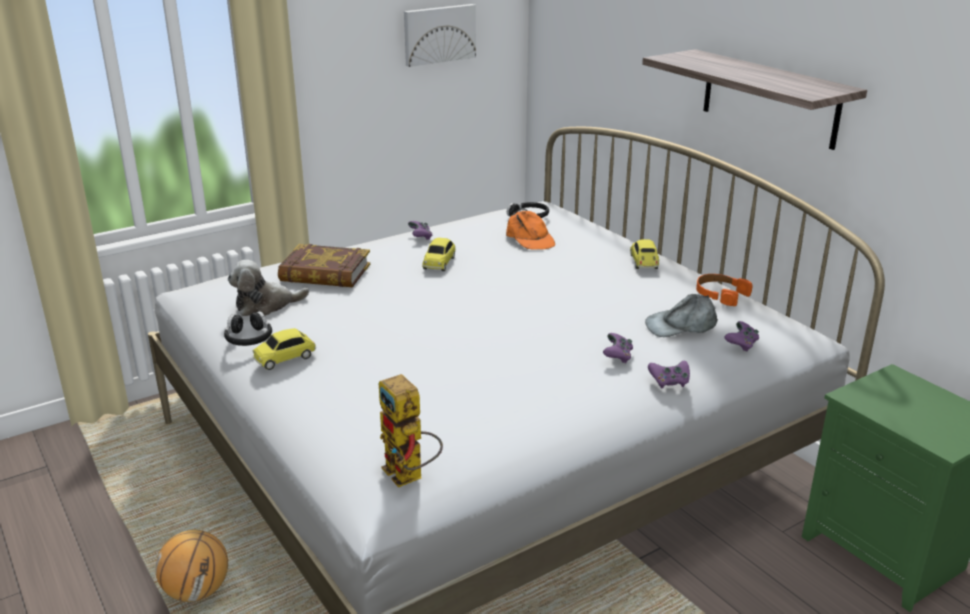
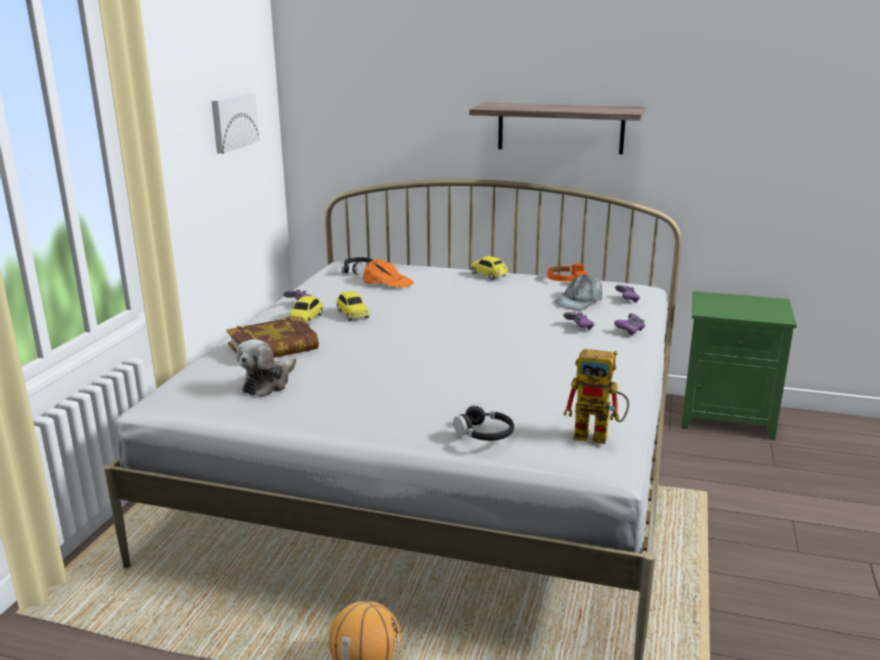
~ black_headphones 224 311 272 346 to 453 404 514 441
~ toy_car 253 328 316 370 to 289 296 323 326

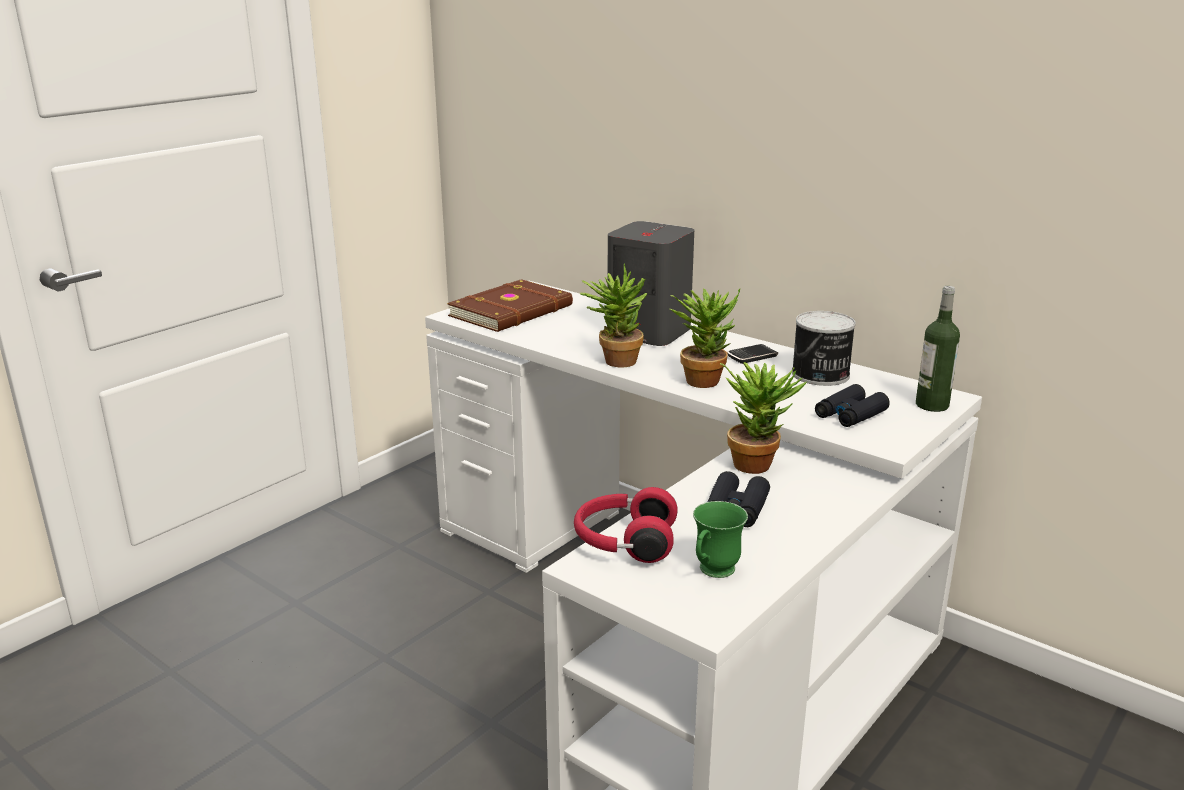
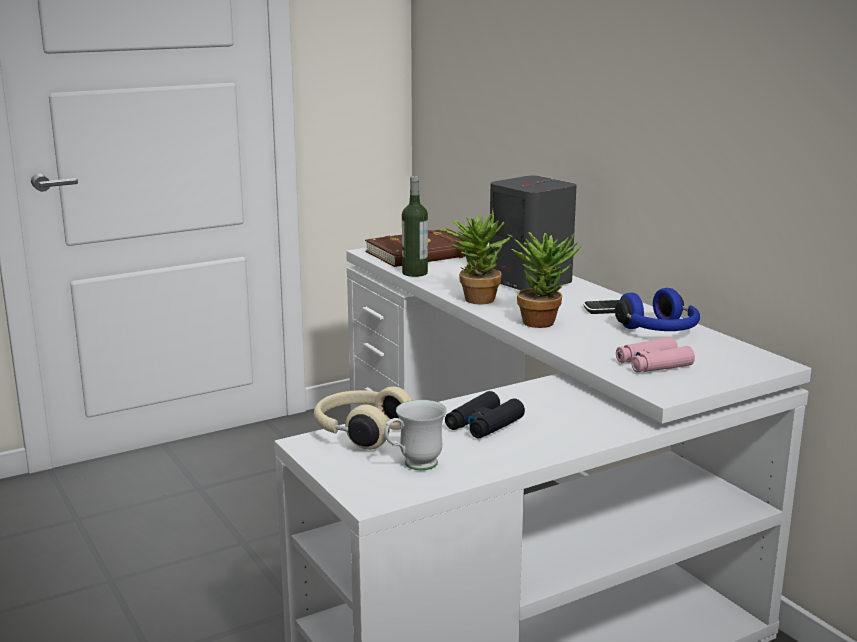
- plant_in_a_pot 720 362 807 474
~ drink_bottle 916 286 960 412 to 402 176 428 277
~ sealed_can 792 311 856 386 to blue_headphones 615 288 700 331
~ red_headphones 574 487 678 563 to beige_headphones 314 386 412 450
~ green-coloured_mug 693 501 748 578 to white_mug 384 400 447 470
~ black_binoculars 815 384 890 427 to pink-coloured_binoculars 616 337 695 373

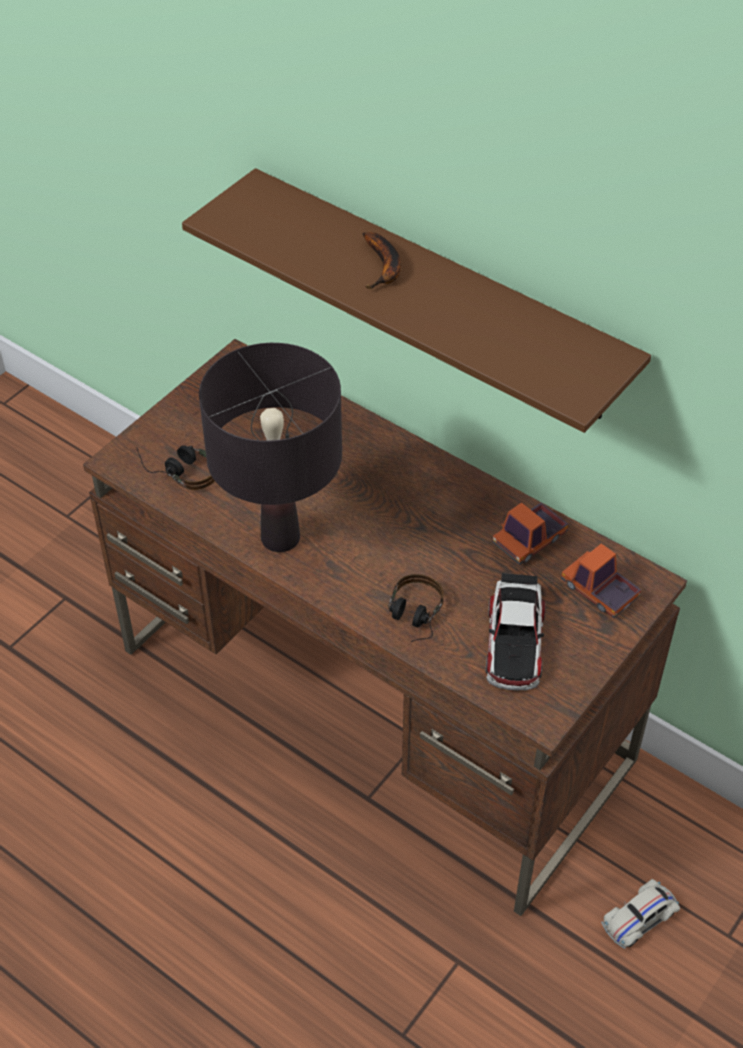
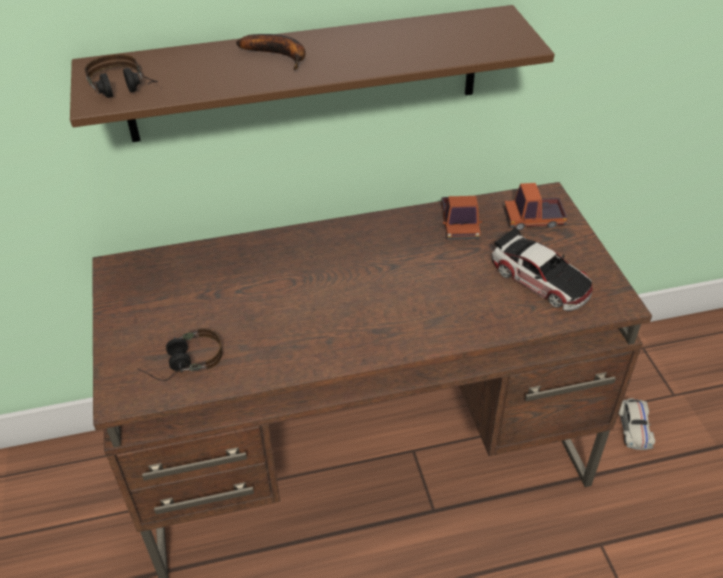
- black_table_lamp 199 343 342 552
~ headphones 388 574 444 642 to 85 54 158 98

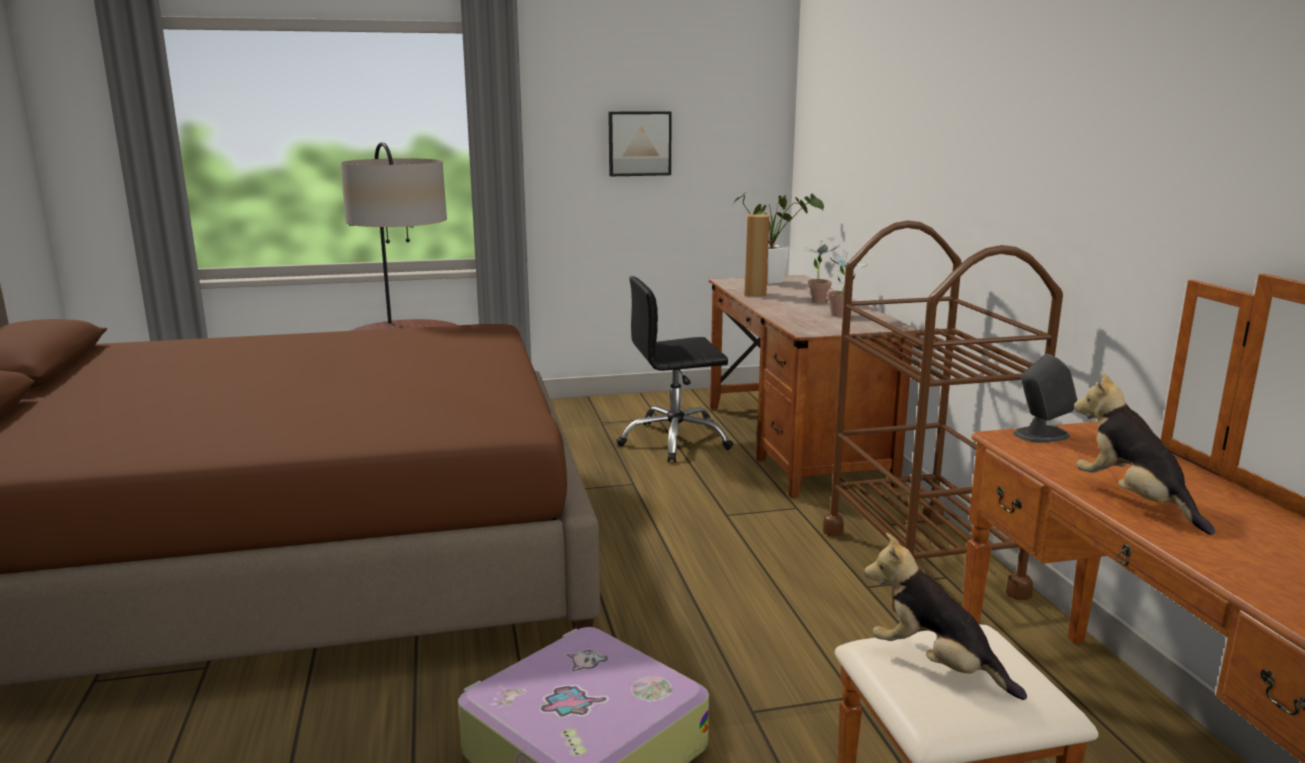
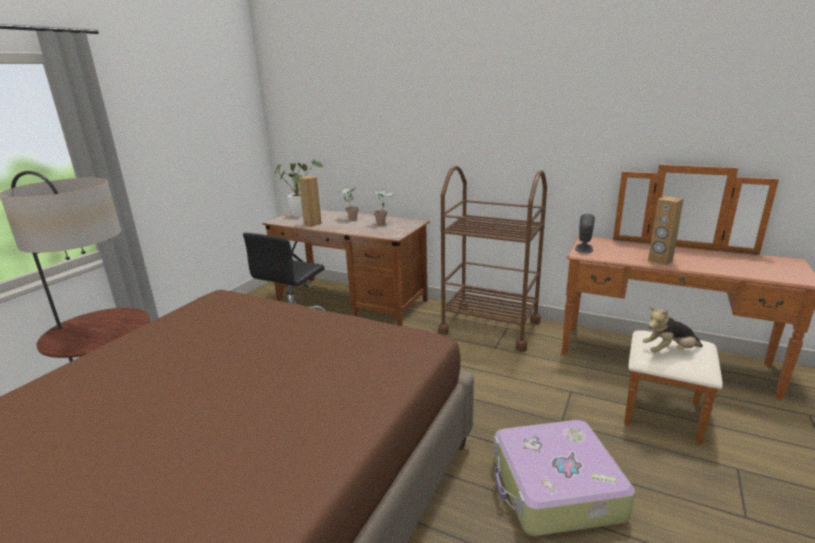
- picture 608 111 672 176
~ soft_toy 1074 373 1215 535 to brown-coloured_audio_speaker 648 196 684 265

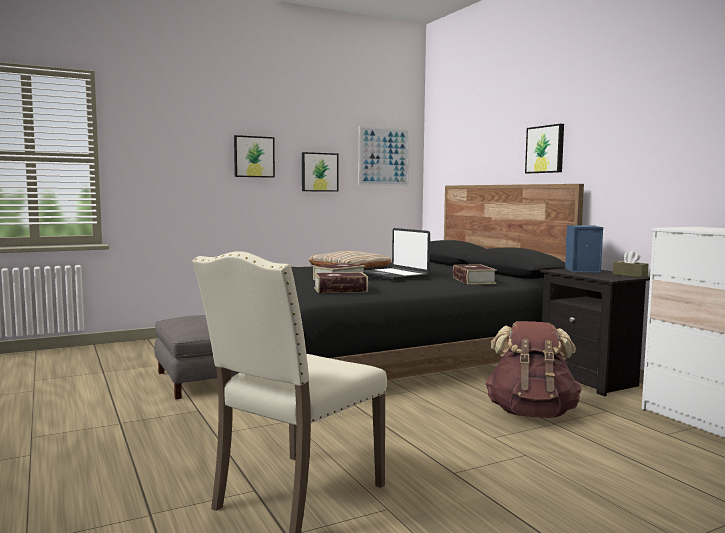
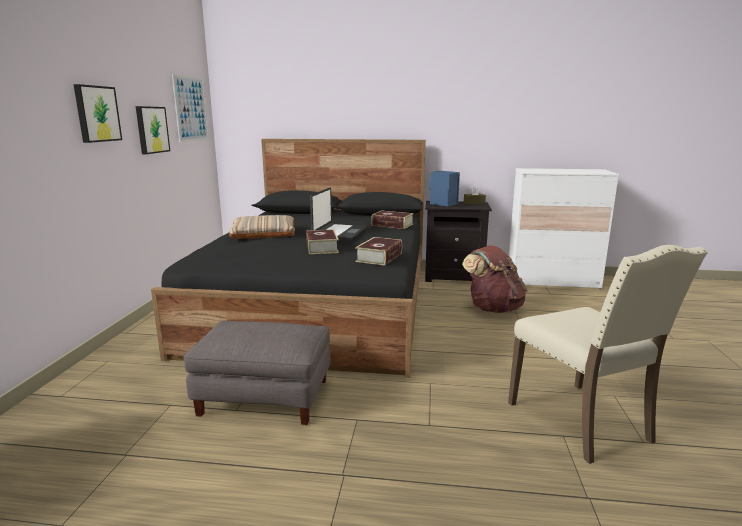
- picture 525 124 564 173
~ notebook_computer 364 228 430 280 = 310 187 367 240 75 degrees counterclockwise

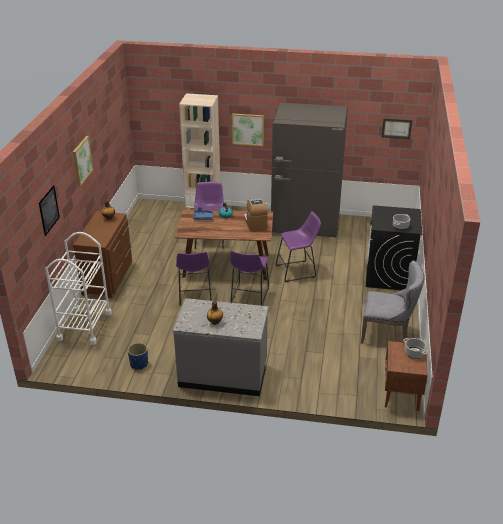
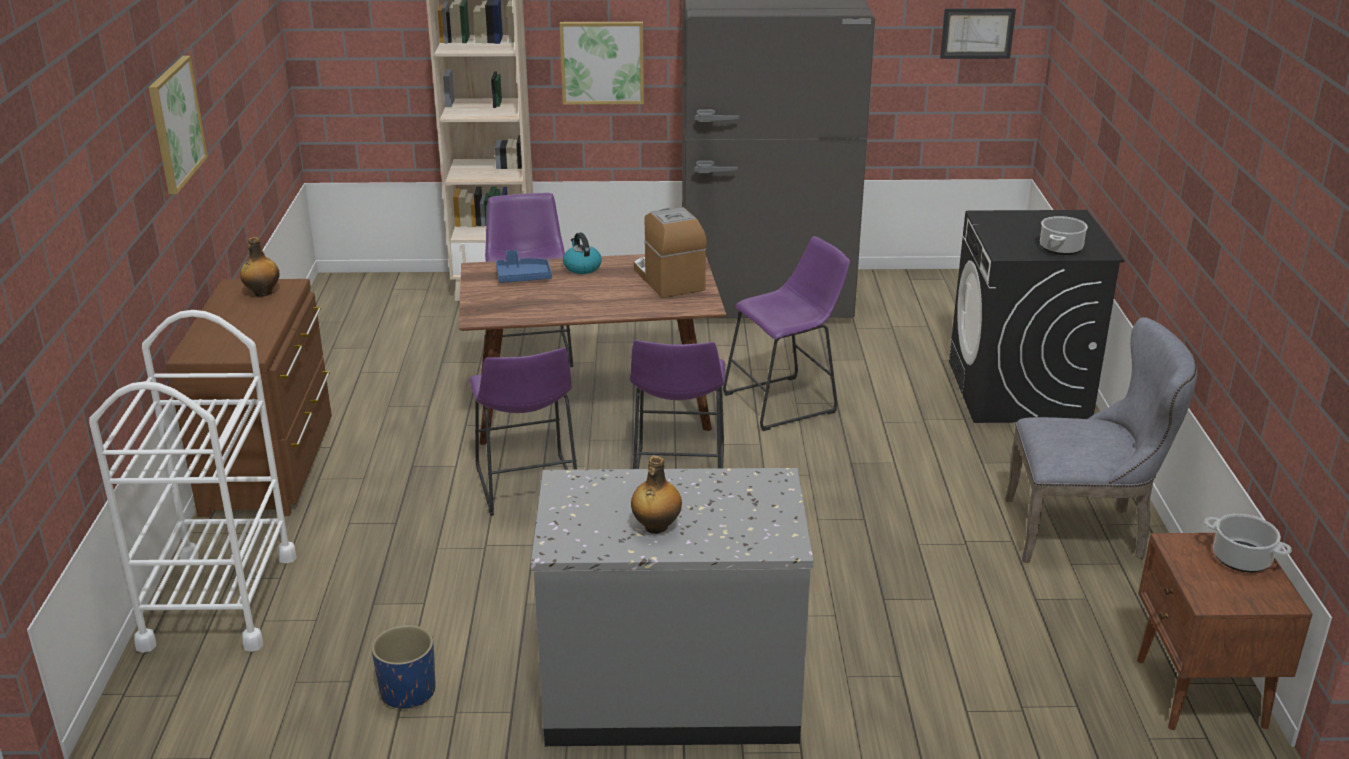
- picture 39 185 60 236

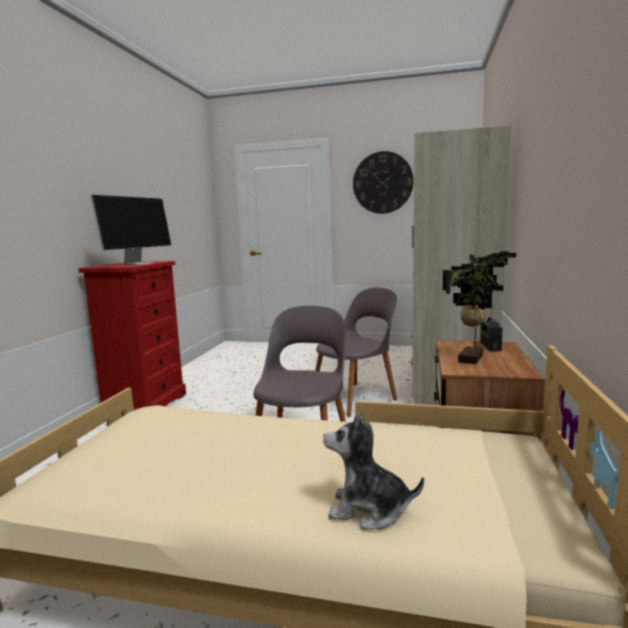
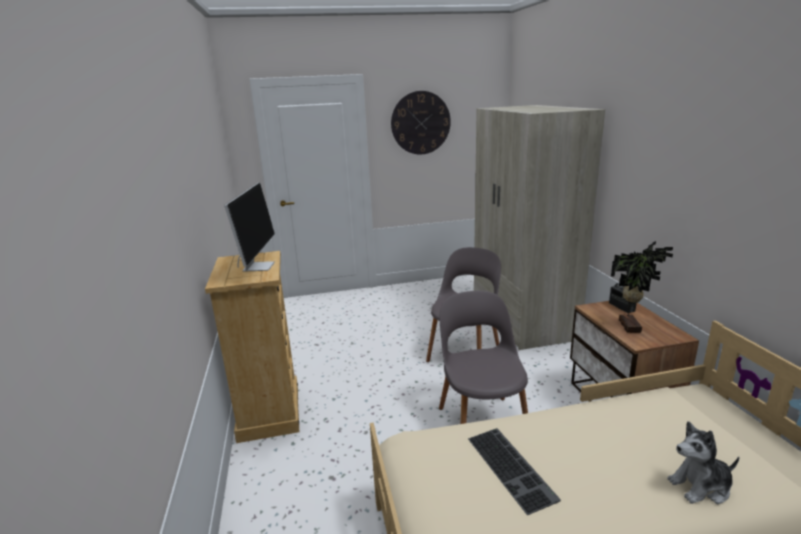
+ PC_keyboard 468 428 561 515
~ red_dresser 78 261 186 417 to beige_dresser 205 251 299 443

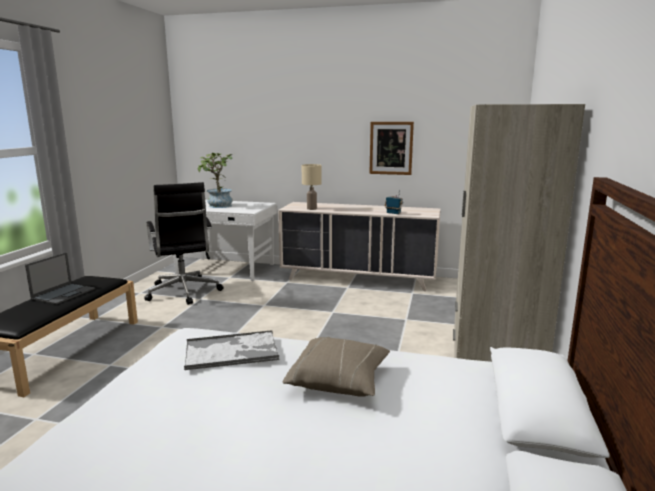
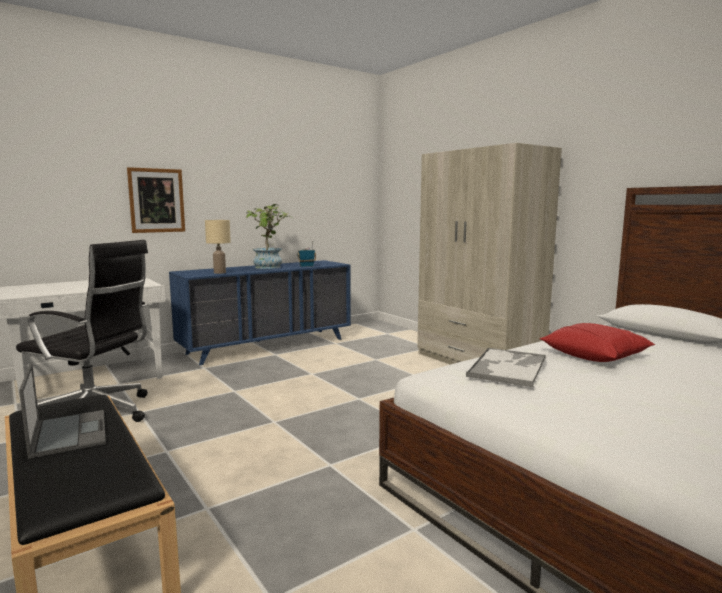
~ plant_in_a_pot 197 153 233 208 to 246 204 291 269
~ picture 369 122 414 175 to 127 167 185 233
~ beige_dresser 278 202 441 291 to blue_dresser 169 260 351 365
~ beige_throw_pillow 283 337 390 397 to red_throw_pillow 540 323 655 362

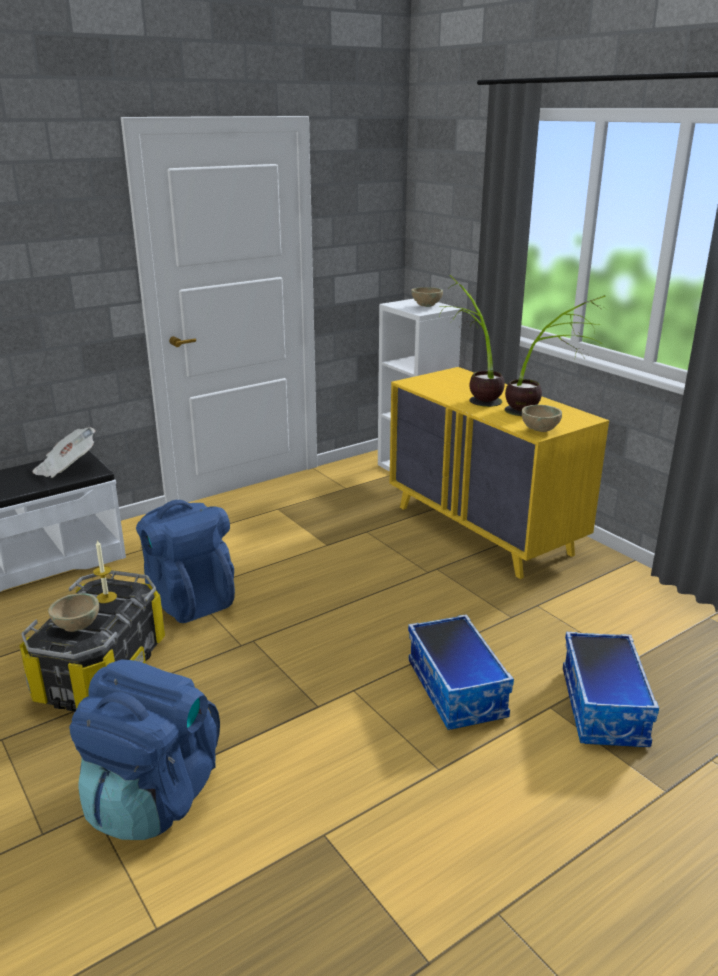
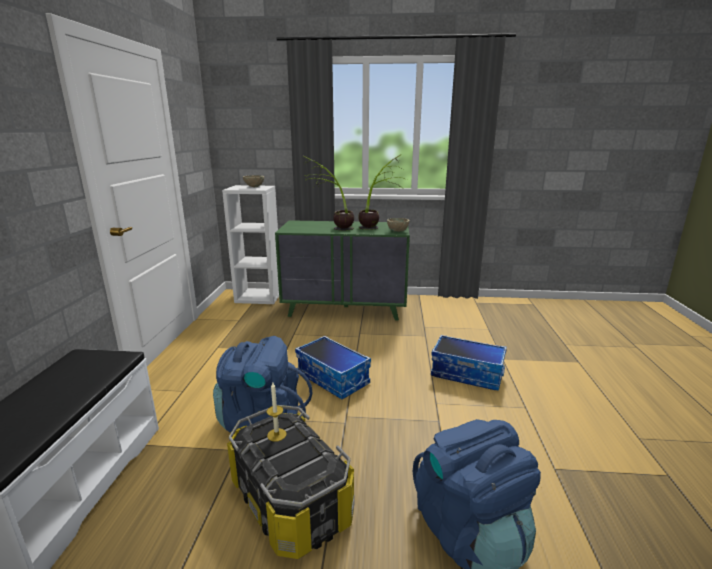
- printed_paper 33 427 96 478
- beige_serving_bowl 48 593 99 632
~ storage_container 563 632 659 747 to 295 336 371 399
~ yellow-coloured_dresser 389 367 609 579 to green-coloured_dresser 275 220 410 321

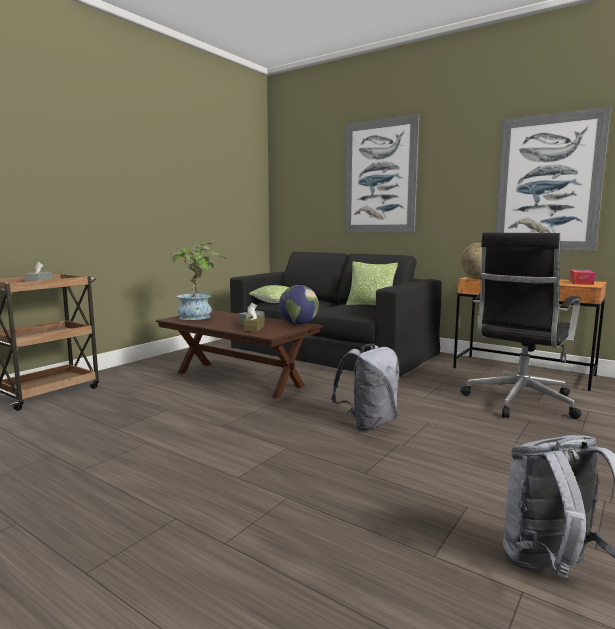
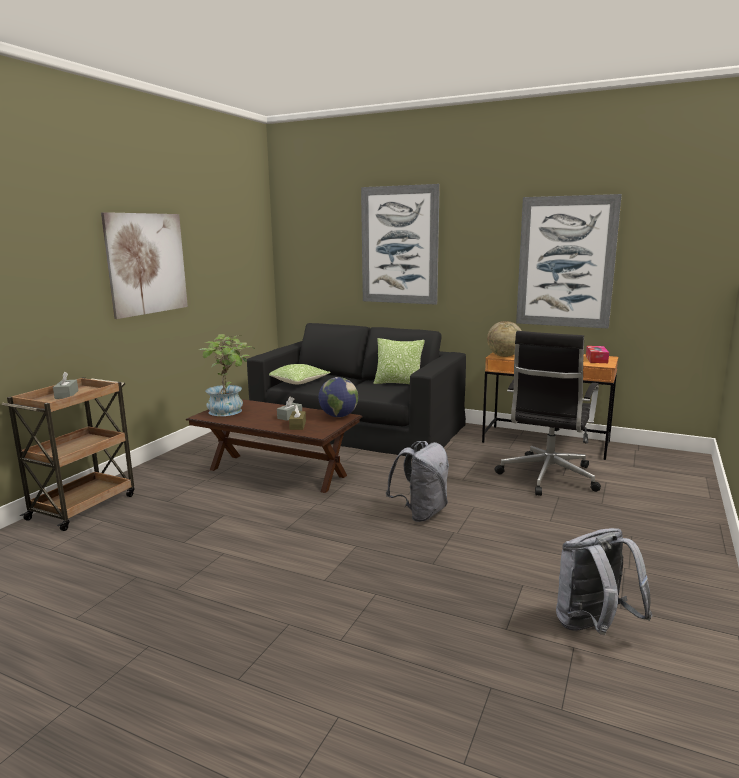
+ picture 101 212 188 319

